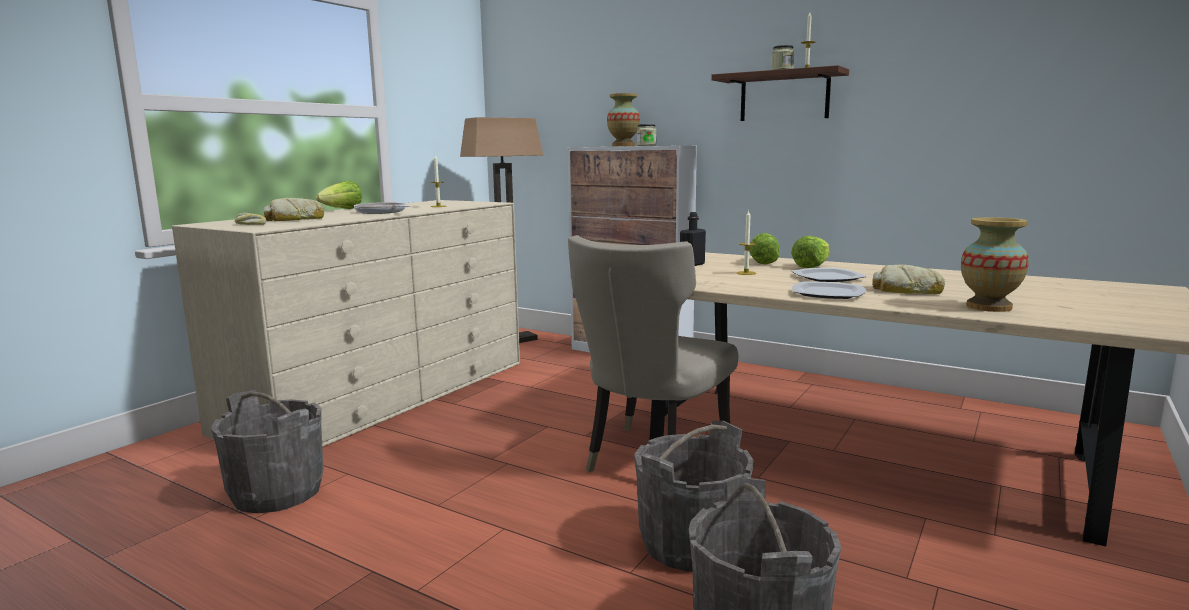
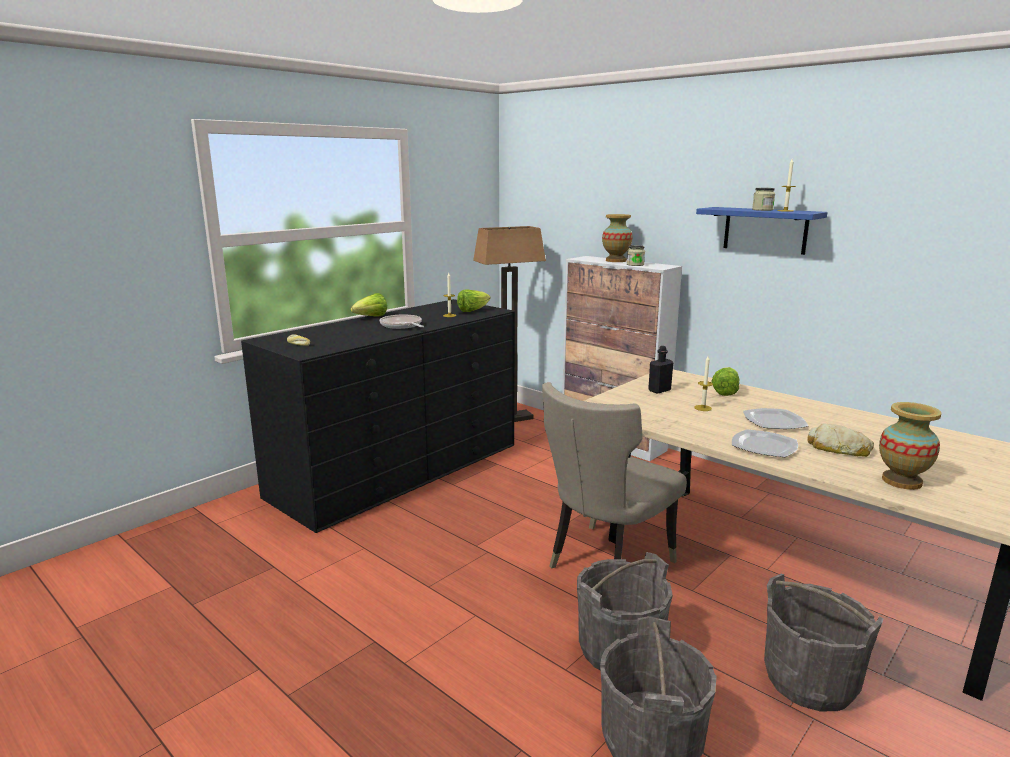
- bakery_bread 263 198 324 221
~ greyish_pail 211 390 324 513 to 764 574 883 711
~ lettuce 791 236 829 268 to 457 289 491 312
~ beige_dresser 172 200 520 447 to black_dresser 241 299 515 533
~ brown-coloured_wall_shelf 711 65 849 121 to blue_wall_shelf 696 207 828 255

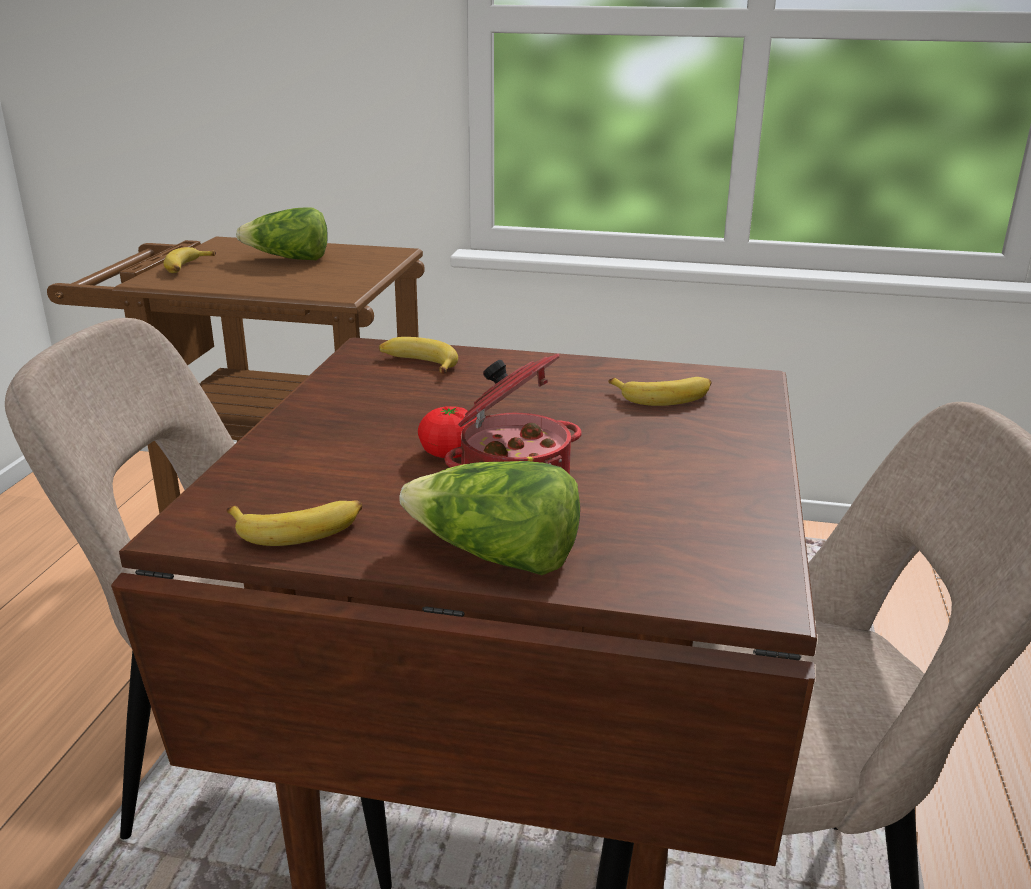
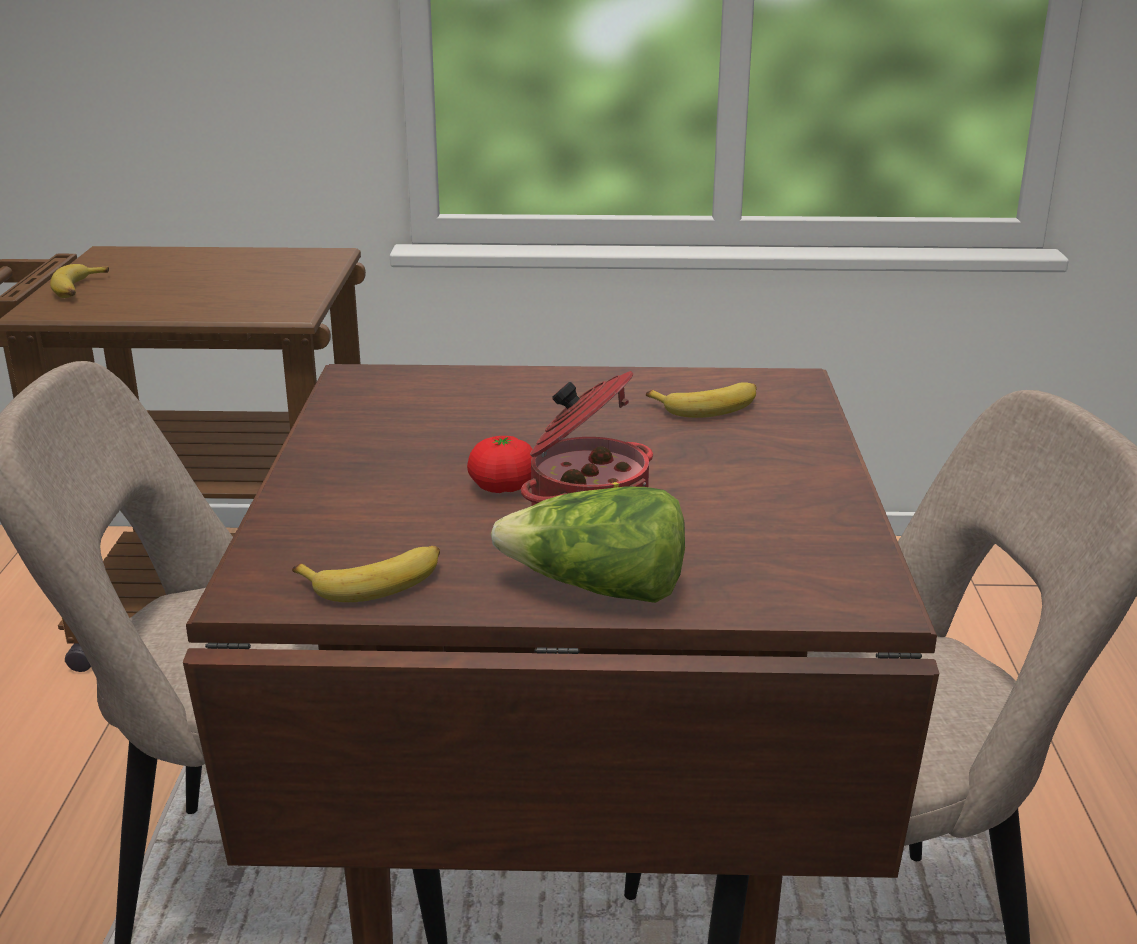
- lettuce 236 207 328 260
- banana_fruit 379 337 458 374

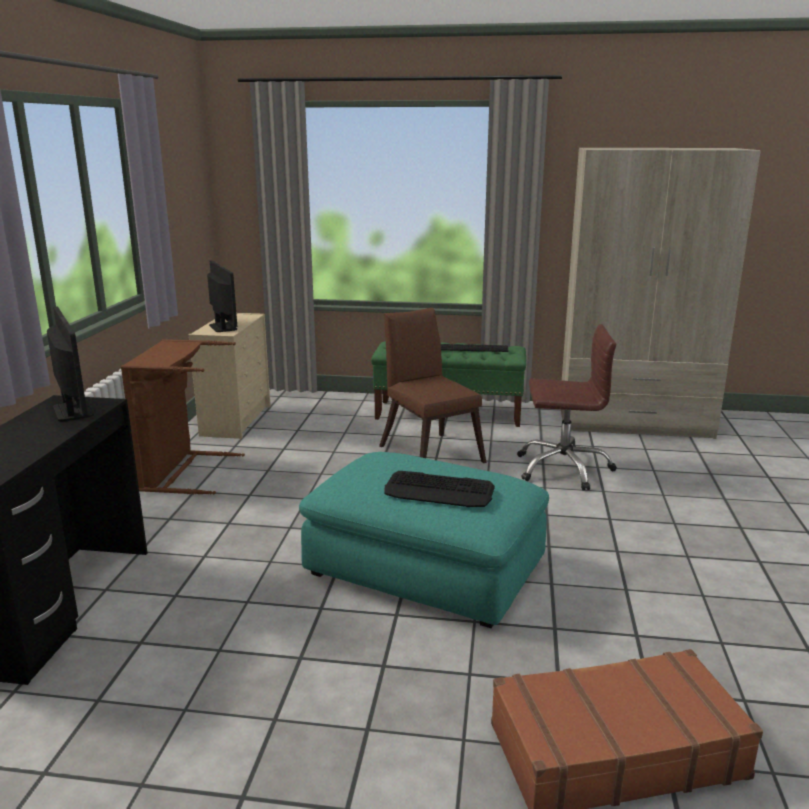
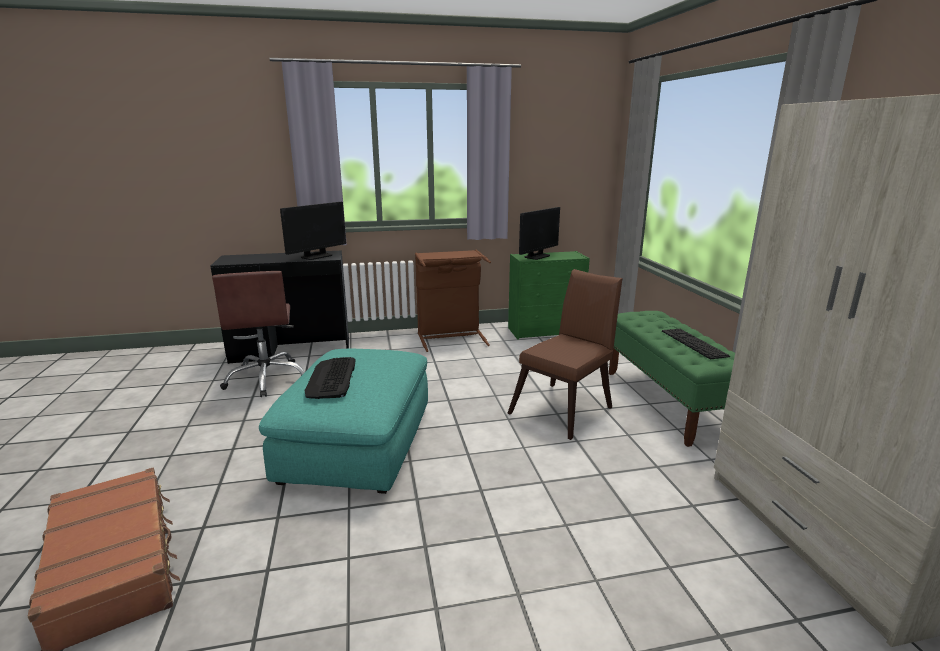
~ brown-coloured_computer_chair 517 324 617 491 to 212 271 305 397
~ beige_dresser 189 313 271 439 to green-coloured_dresser 508 251 590 340

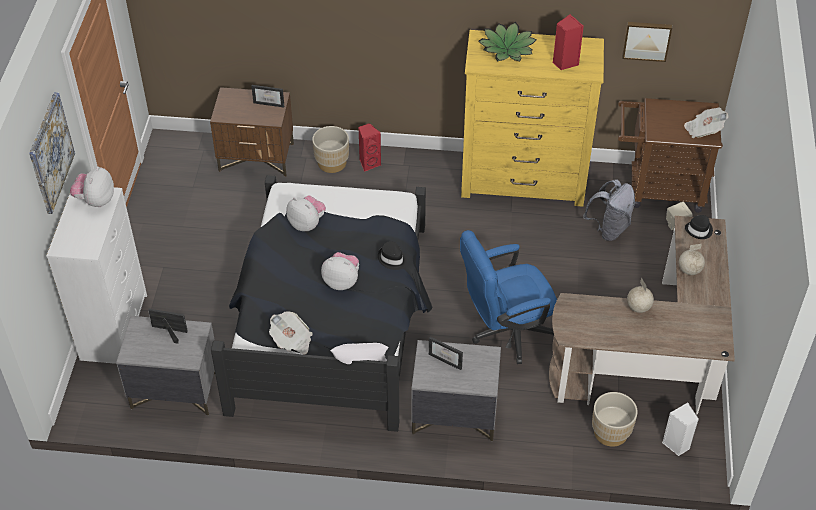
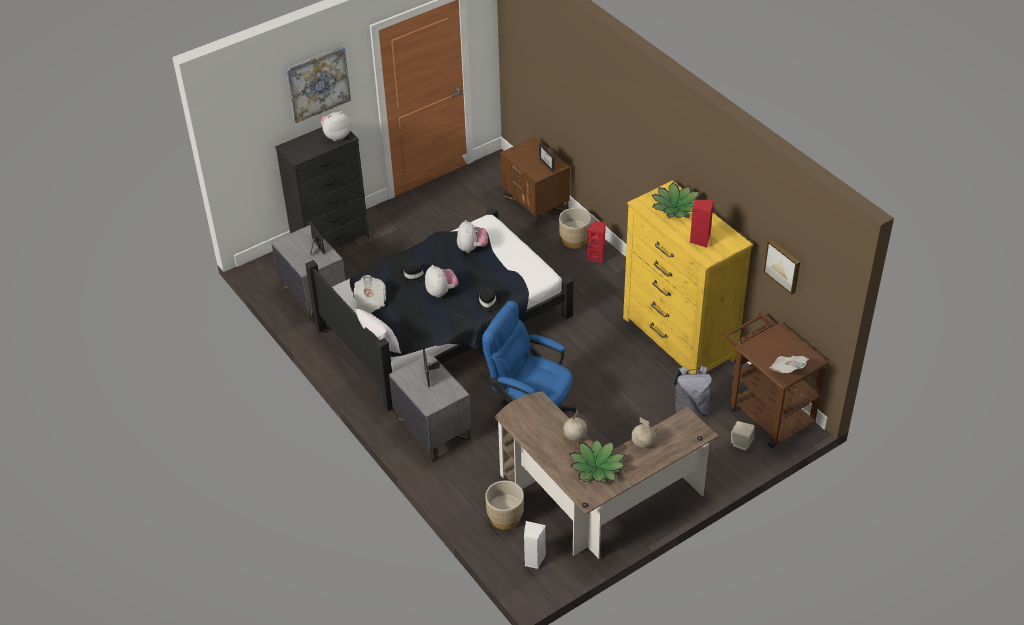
+ plant_in_a_pot 569 439 625 484
~ black_wearable_hat 685 215 713 239 to 401 261 426 282
~ white_dresser 47 187 147 364 to black_dresser 275 127 370 250

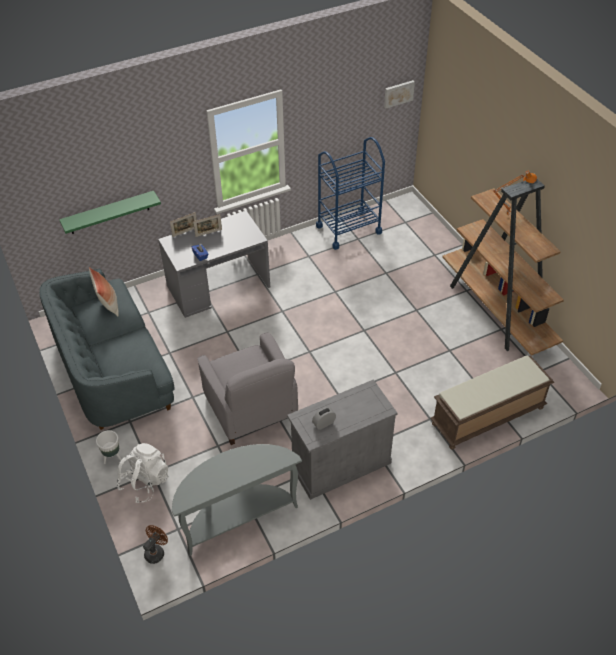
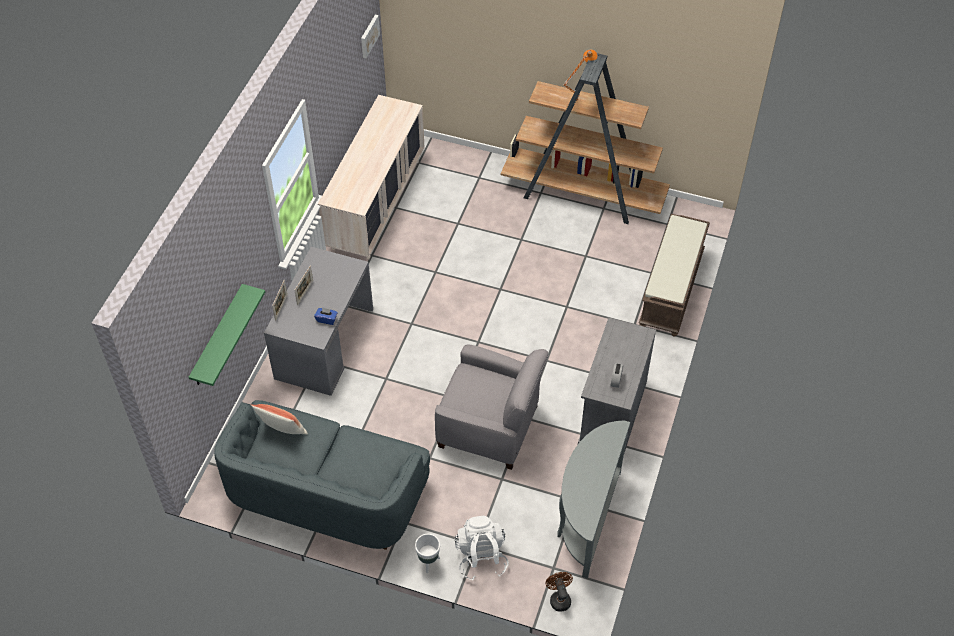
~ blue_cart 316 137 385 250 to beige_dresser 318 95 424 259

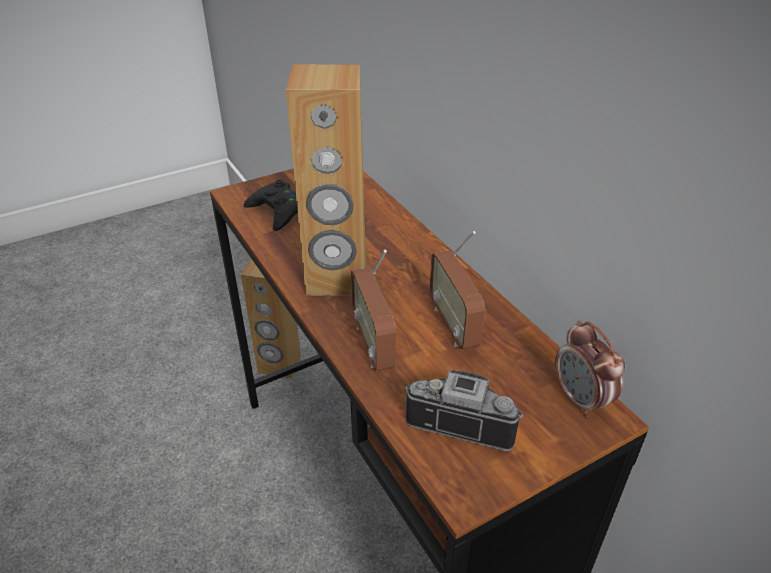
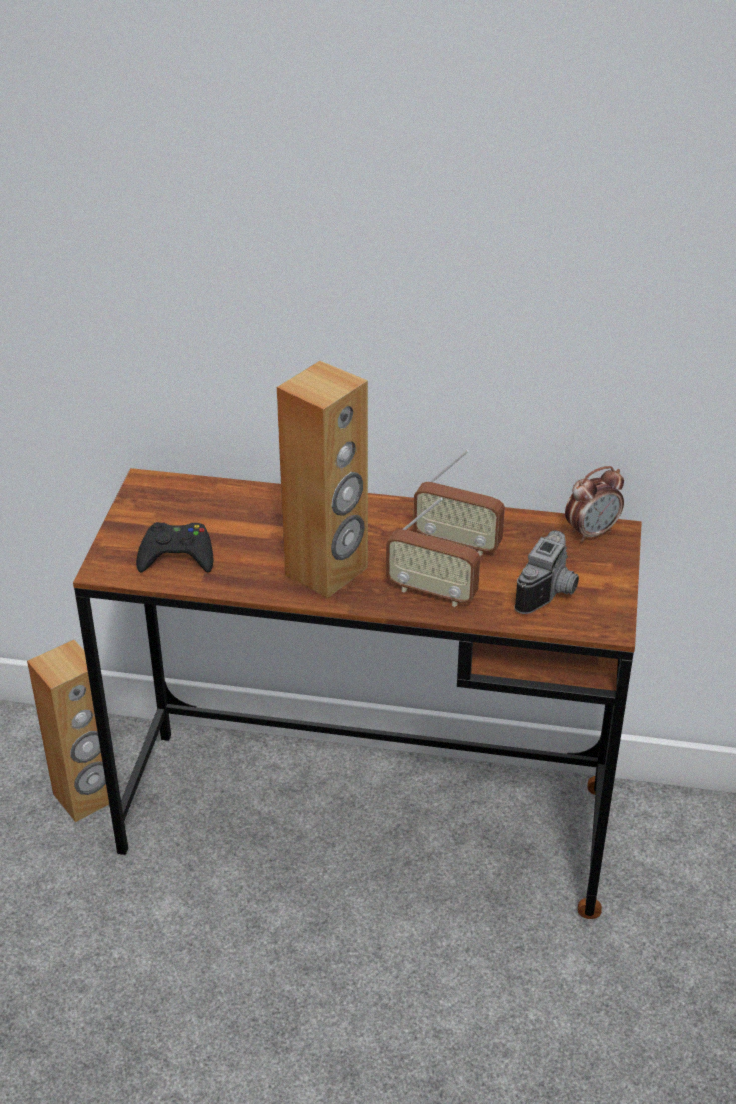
~ still_camera 405 370 523 451 = 514 530 579 614 150 degrees clockwise
~ alarm_clock 555 320 625 418 = 565 466 624 543 45 degrees counterclockwise

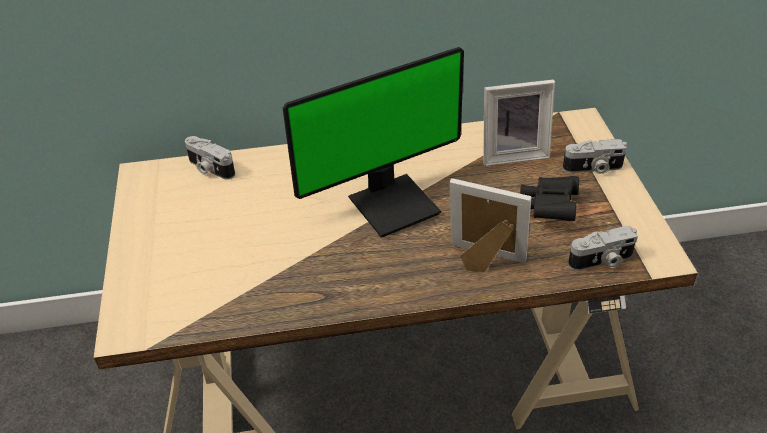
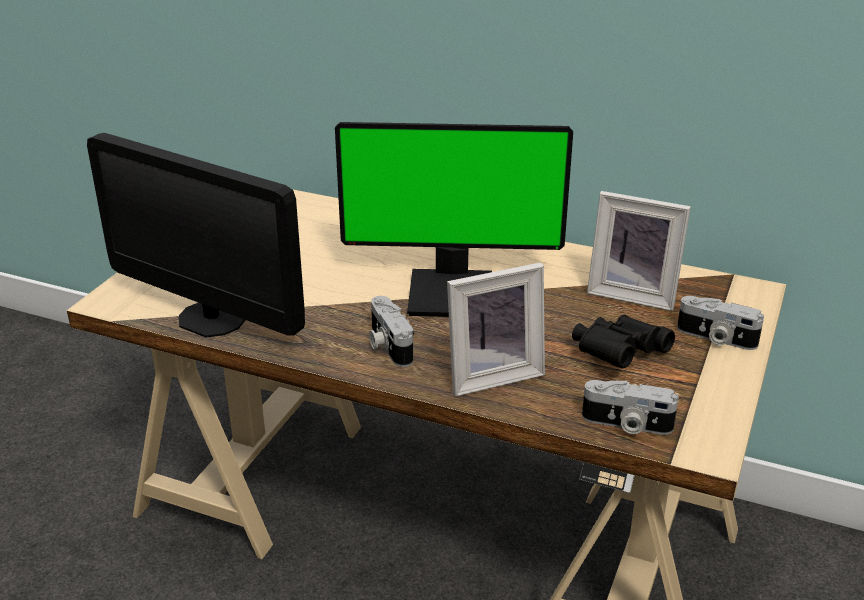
+ computer_display 87 133 305 337
~ still_camera 185 136 235 180 to 369 296 414 367
~ picture_frame 449 178 531 272 = 447 262 545 396 105 degrees clockwise

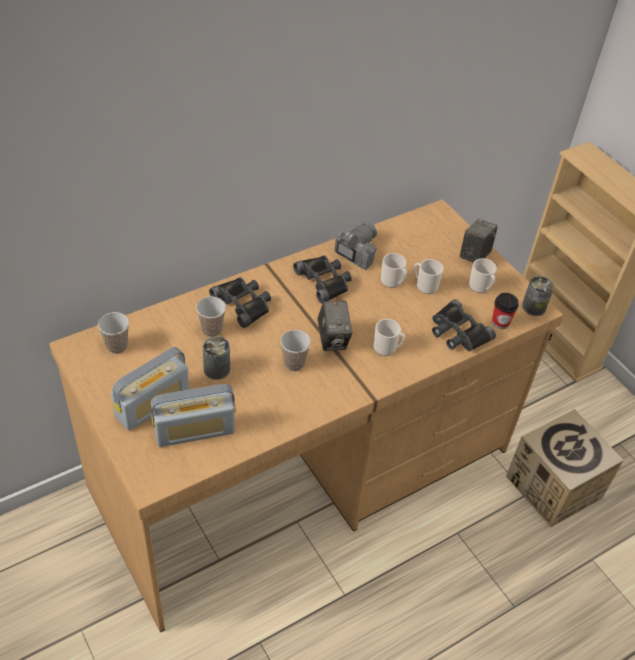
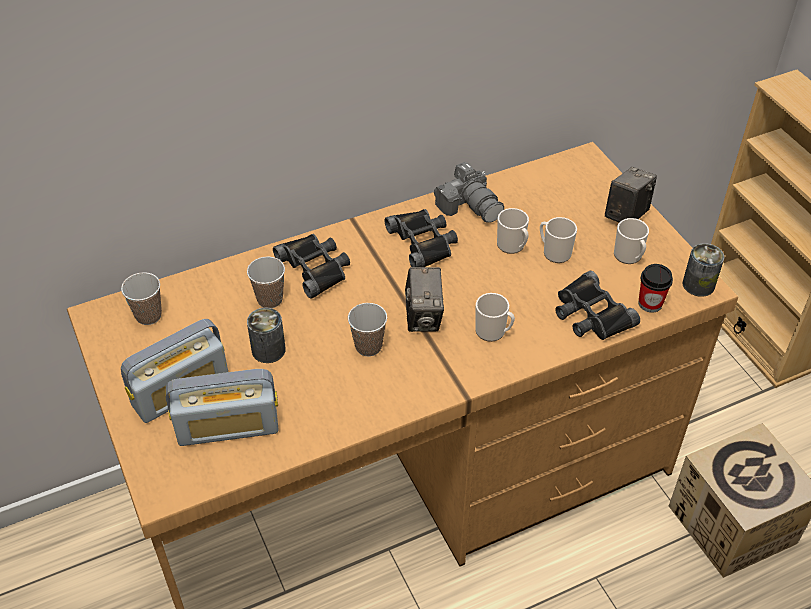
~ still_camera 334 222 377 270 = 434 162 504 223 105 degrees clockwise

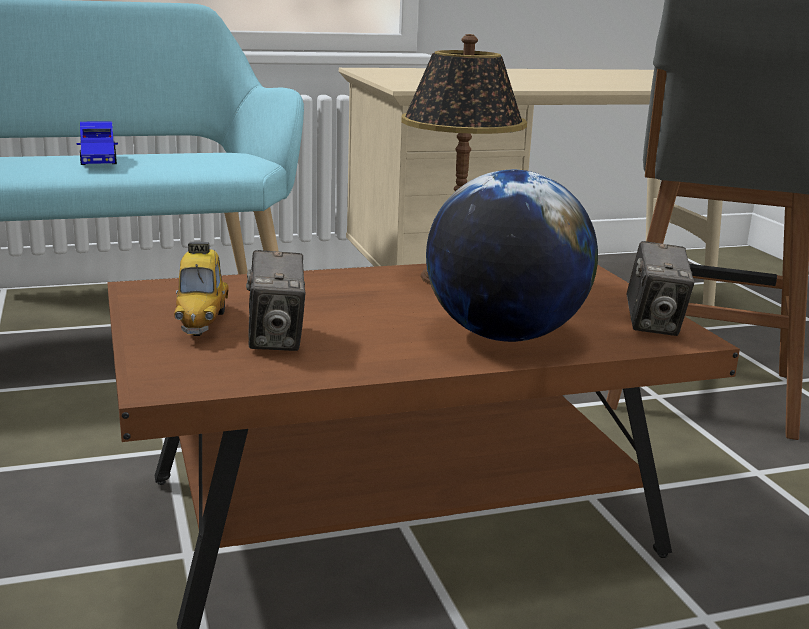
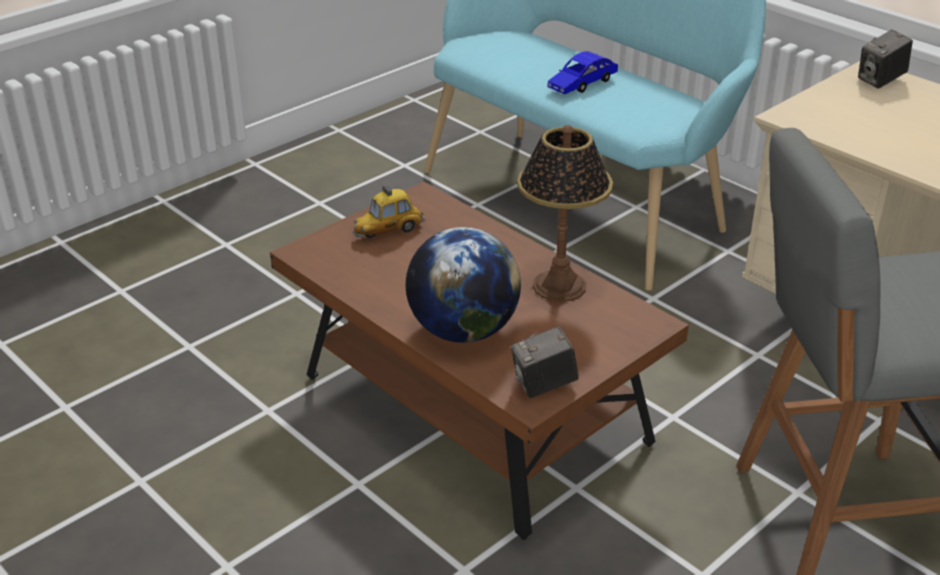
~ still_camera 246 250 306 351 to 858 29 913 88

